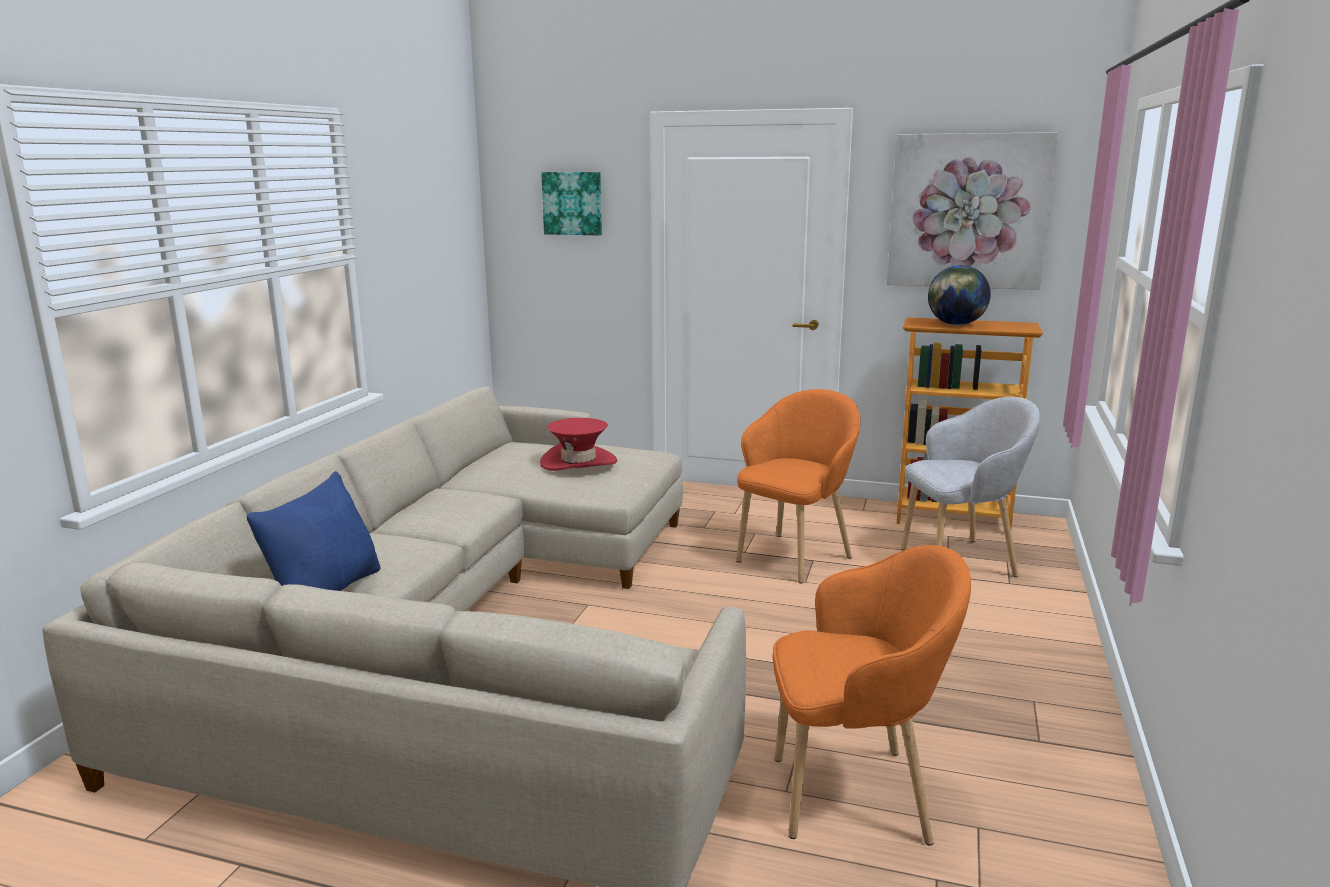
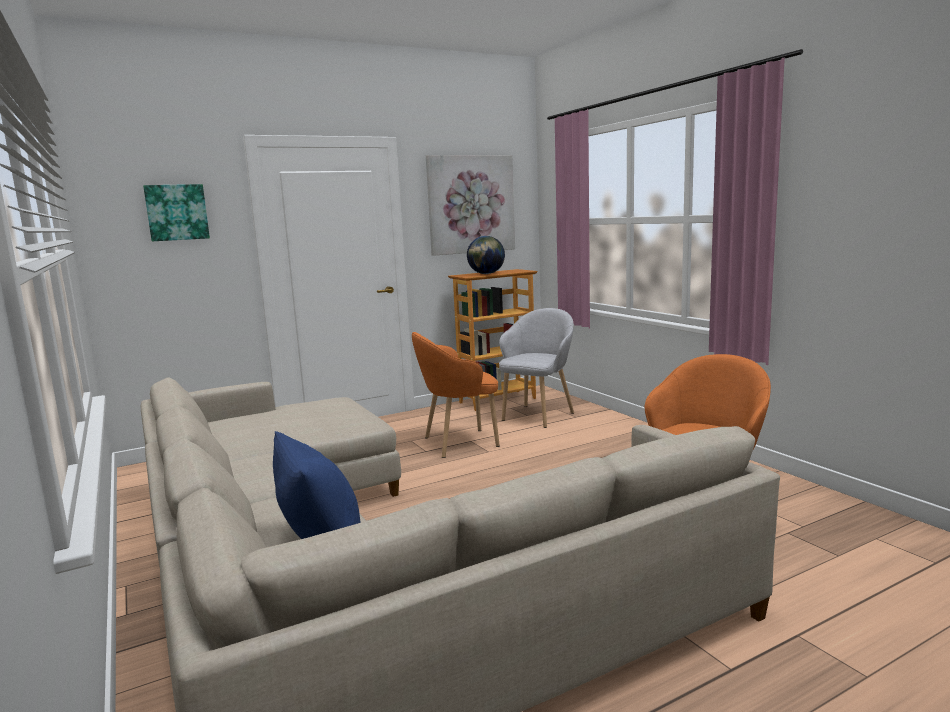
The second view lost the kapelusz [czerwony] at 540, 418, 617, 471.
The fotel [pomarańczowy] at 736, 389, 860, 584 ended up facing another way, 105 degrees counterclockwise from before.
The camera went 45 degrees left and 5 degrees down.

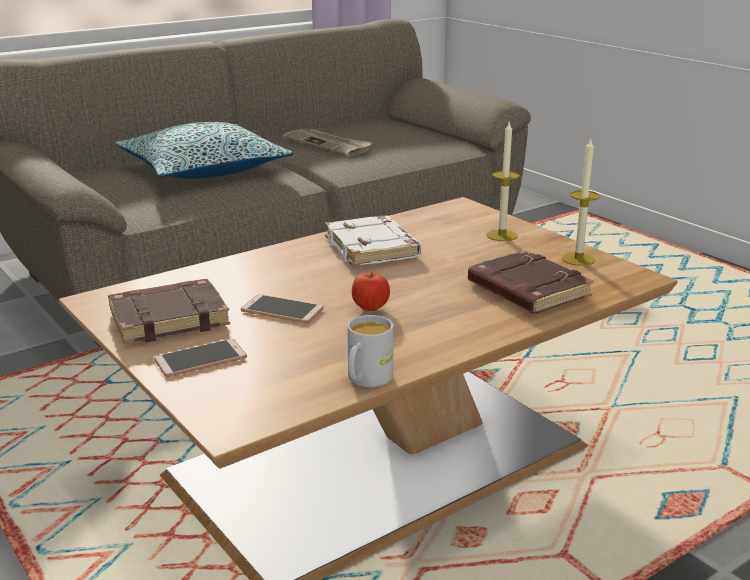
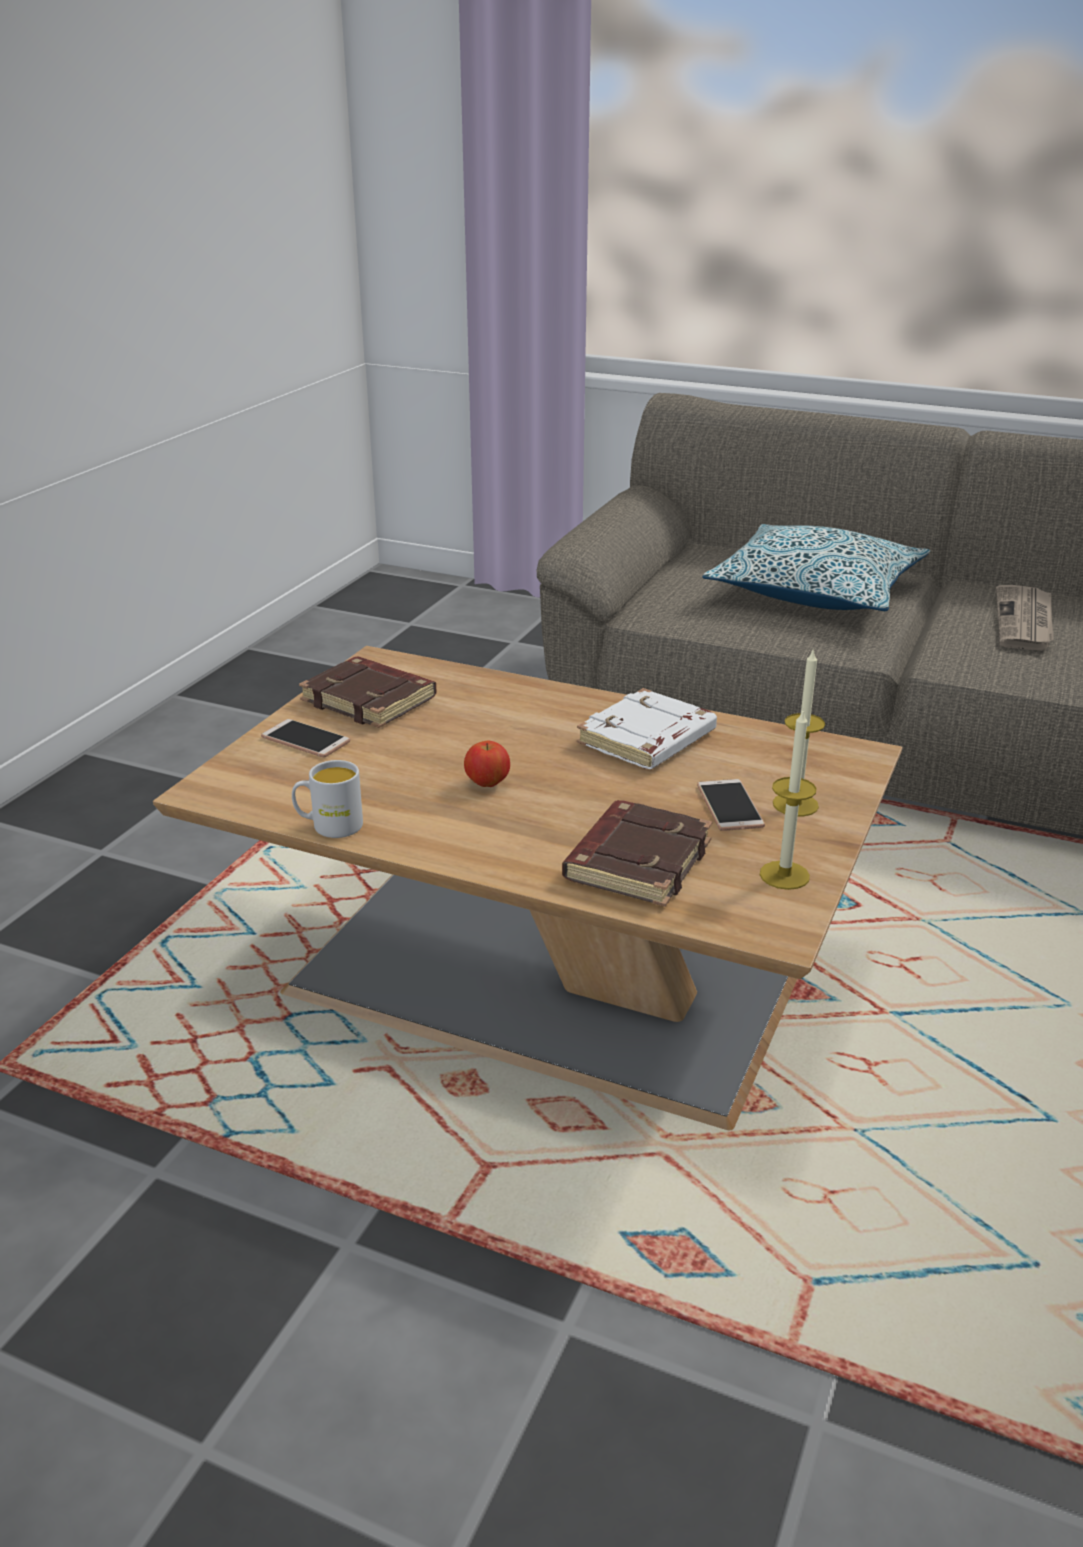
The telefon ended up elsewhere, having gone from 241, 294, 324, 323 to 697, 779, 765, 831.
The camera went 60 degrees right and 5 degrees up.

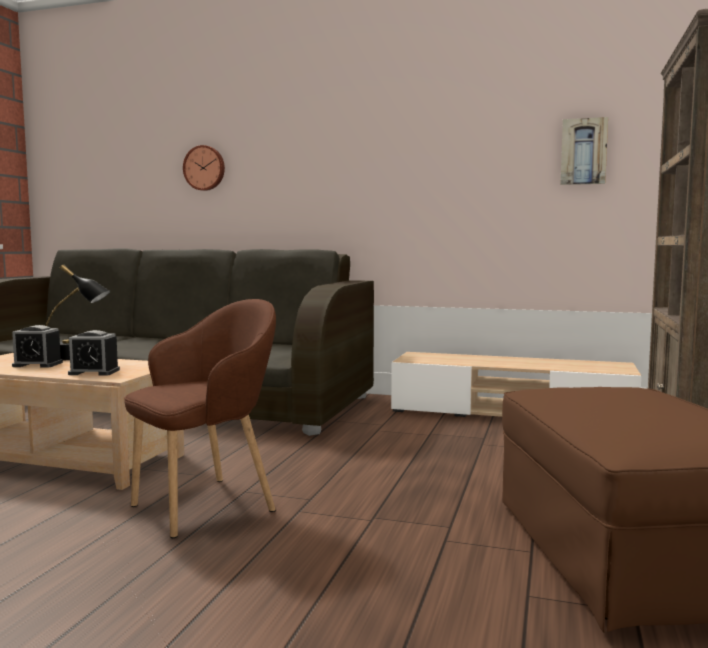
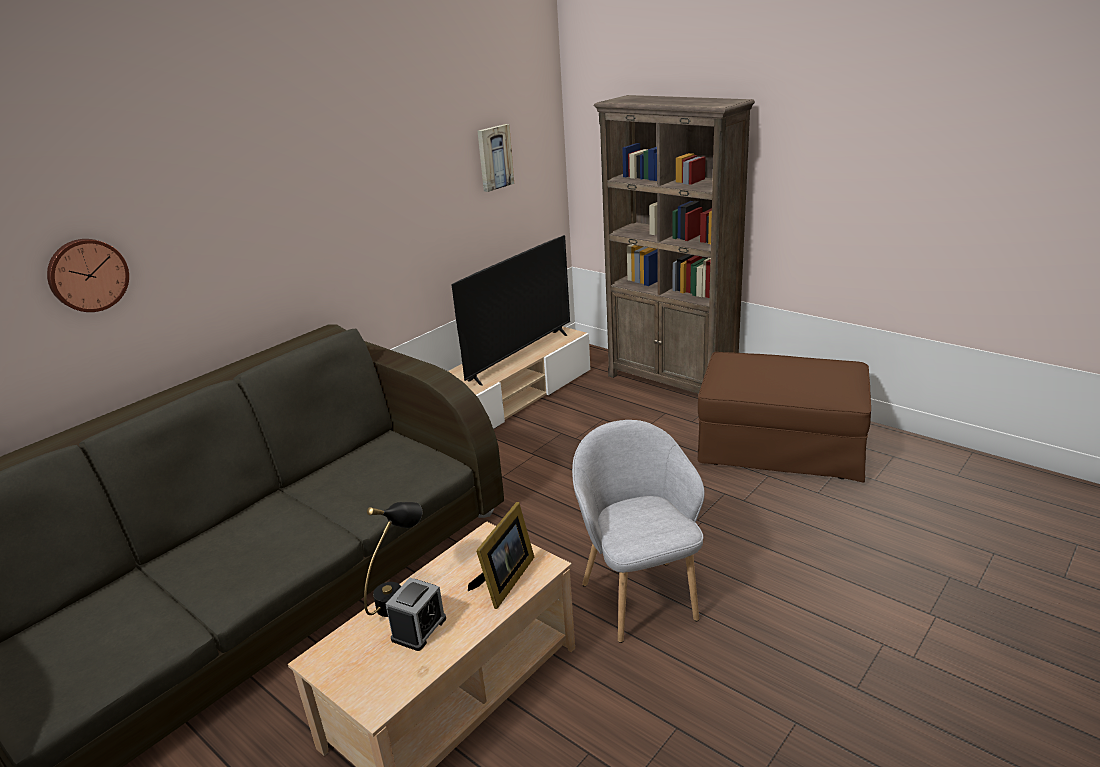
The second view gained the telewizor at 451, 235, 570, 385.
Where the budzik stood at 68, 330, 120, 376, the ramka na zdjęcie came to stand at 468, 502, 534, 609.
What was the fotel [brązowy] at 124, 299, 276, 538 turned into the fotel [szary] at 572, 420, 705, 643.
The camera went 65 degrees left and 20 degrees up.

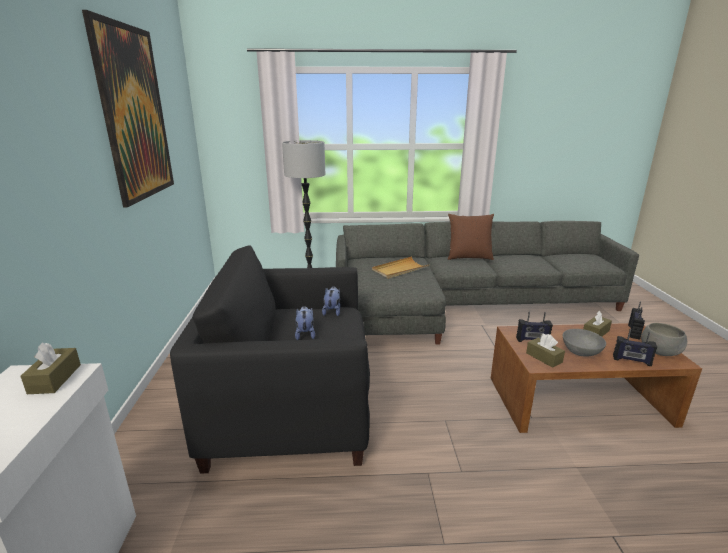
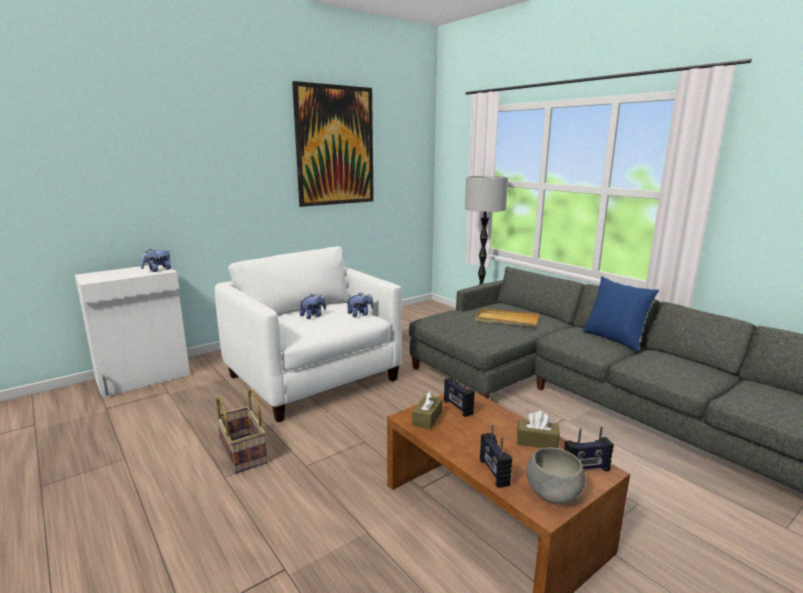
The second view lost the miska [szary] at 563, 329, 606, 357.
The second view gained the koszyk at 216, 388, 267, 473.
Where the pudełko chusteczek [brązowy] stood at 21, 342, 81, 394, the pluszak came to stand at 141, 249, 171, 272.
What was the fotel [czarny] at 170, 245, 370, 474 turned into the fotel [biały] at 215, 246, 402, 422.
What was the poduszka [brązowy] at 448, 214, 494, 260 turned into the poduszka [niebieski] at 583, 276, 659, 351.
The camera went 55 degrees right and 5 degrees down.

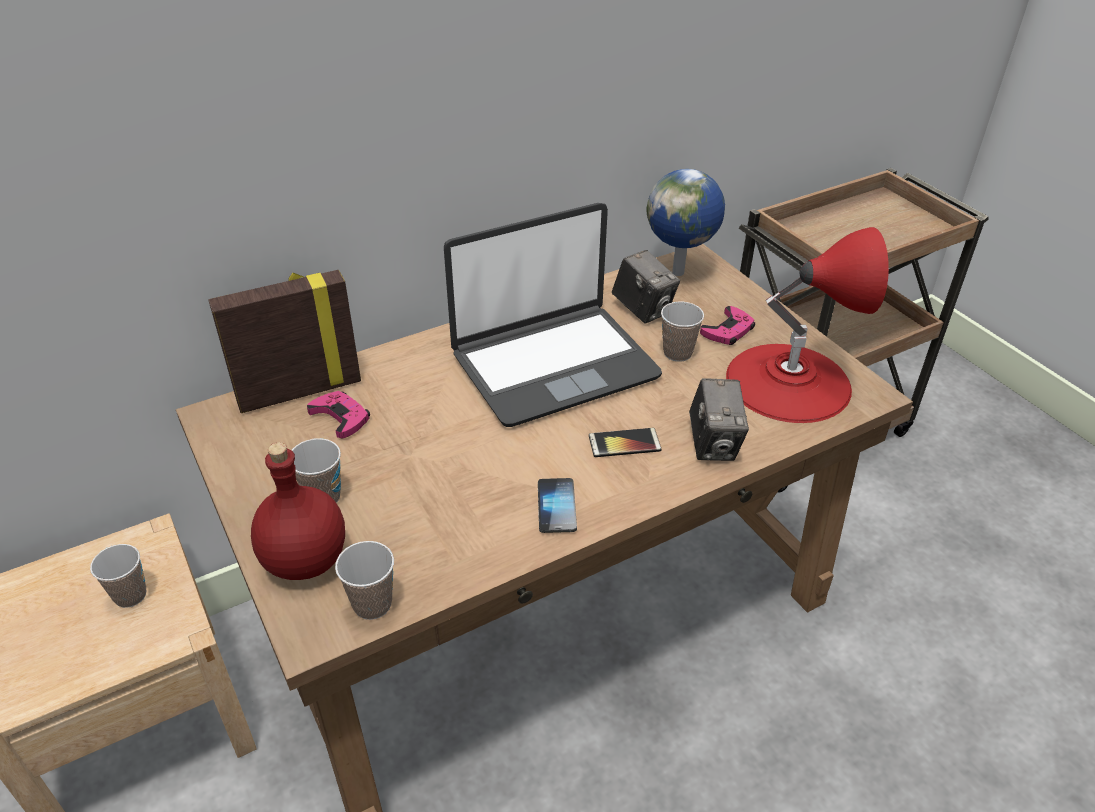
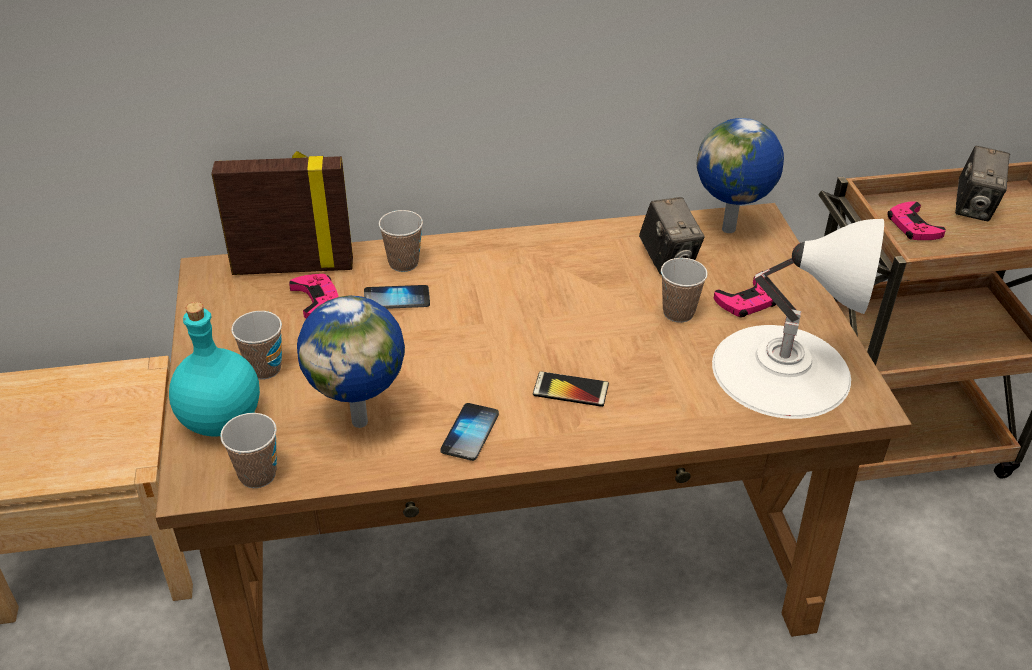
The second view lost the laptop at 444, 203, 662, 427.
The second view gained the globus at 297, 295, 405, 428.
The second view gained the telefon at 364, 285, 430, 309.
The second view gained the pad do gier [różowy] at 887, 201, 946, 240.
The filiżanka ended up elsewhere, having gone from 90, 544, 146, 608 to 379, 210, 423, 272.
The aparat fotograficzny ended up elsewhere, having gone from 689, 378, 749, 461 to 955, 146, 1010, 221.
What was the butelka [czerwony] at 251, 442, 345, 580 turned into the butelka [turkusowy] at 169, 302, 260, 437.
What was the lampa stołowa [czerwony] at 726, 227, 889, 423 turned into the lampa stołowa [biały] at 712, 219, 884, 419.
The camera went 20 degrees right and 0 degrees up.

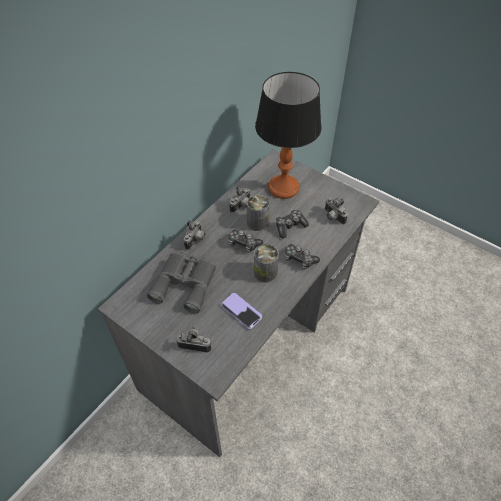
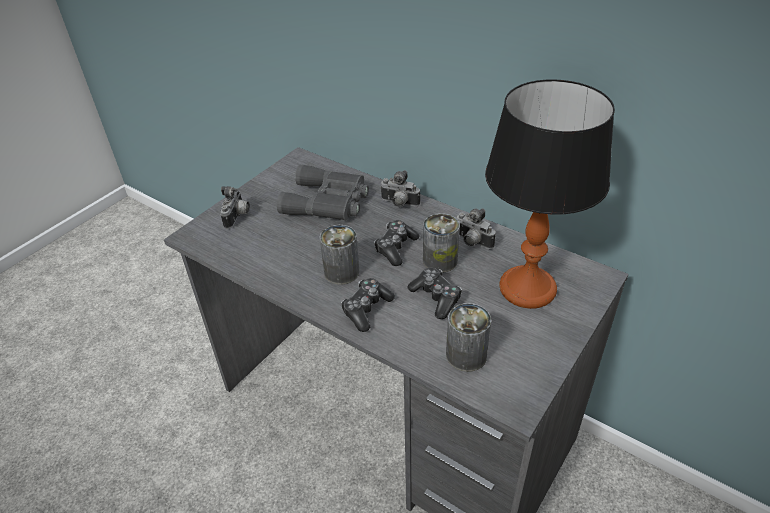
The second view lost the telefon at 221, 293, 262, 330.
Where the aparat fotograficzny stood at 325, 198, 348, 224, the puszka came to stand at 446, 303, 491, 372.
The camera went 90 degrees right and 10 degrees down.

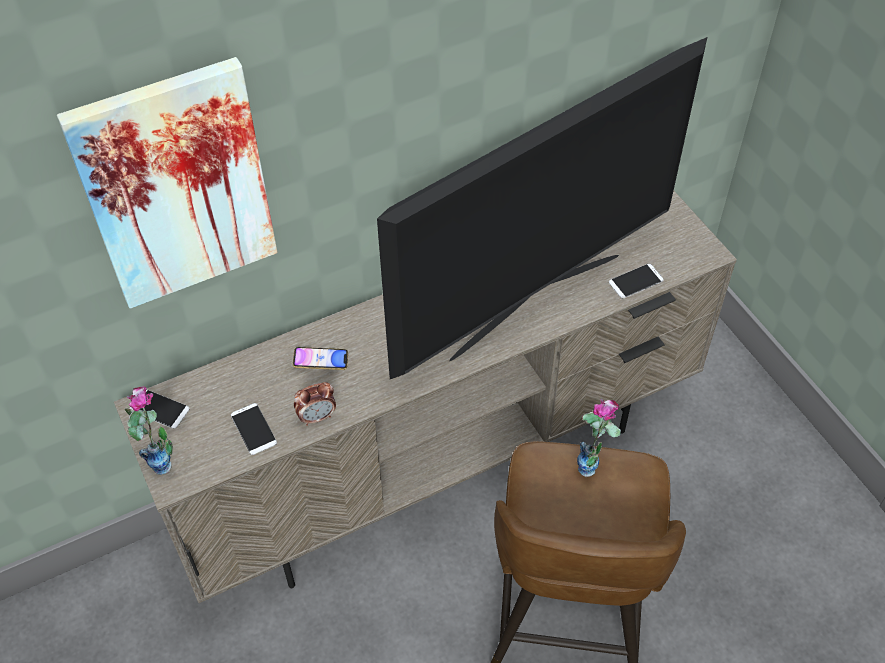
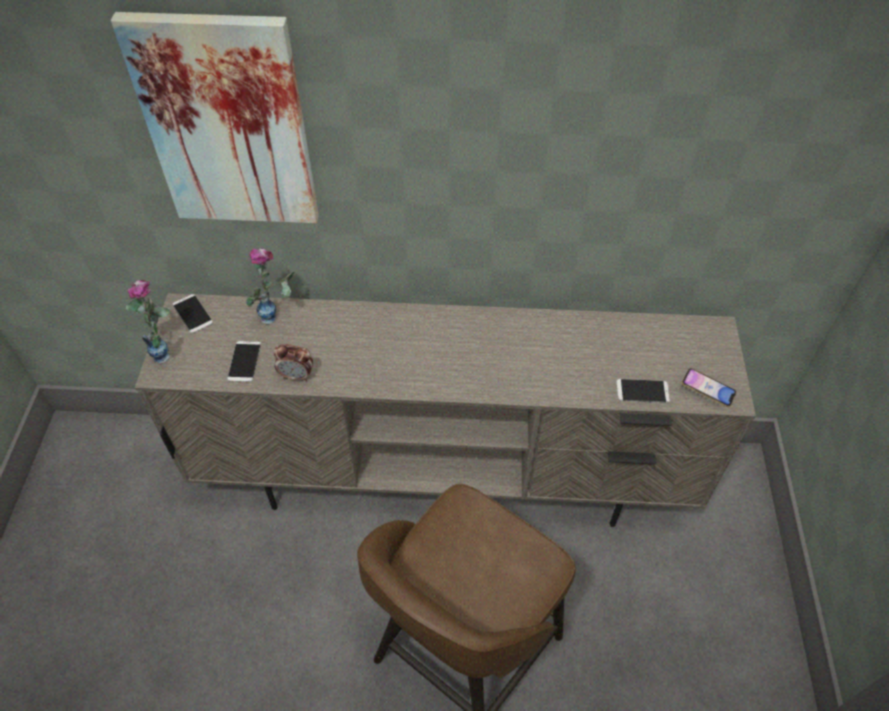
The second view lost the telewizor at 377, 37, 707, 379.
The telefon ended up elsewhere, having gone from 293, 347, 348, 370 to 682, 368, 736, 407.
The wazon ended up elsewhere, having gone from 577, 399, 621, 477 to 246, 247, 295, 324.
The camera went 30 degrees right and 0 degrees up.

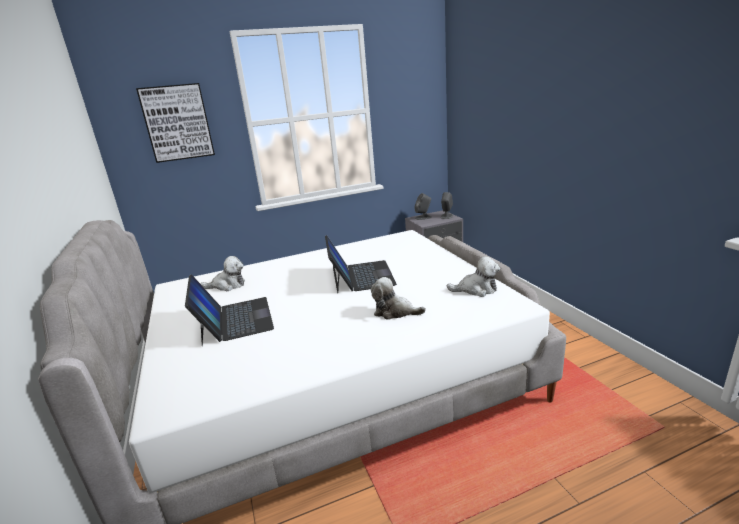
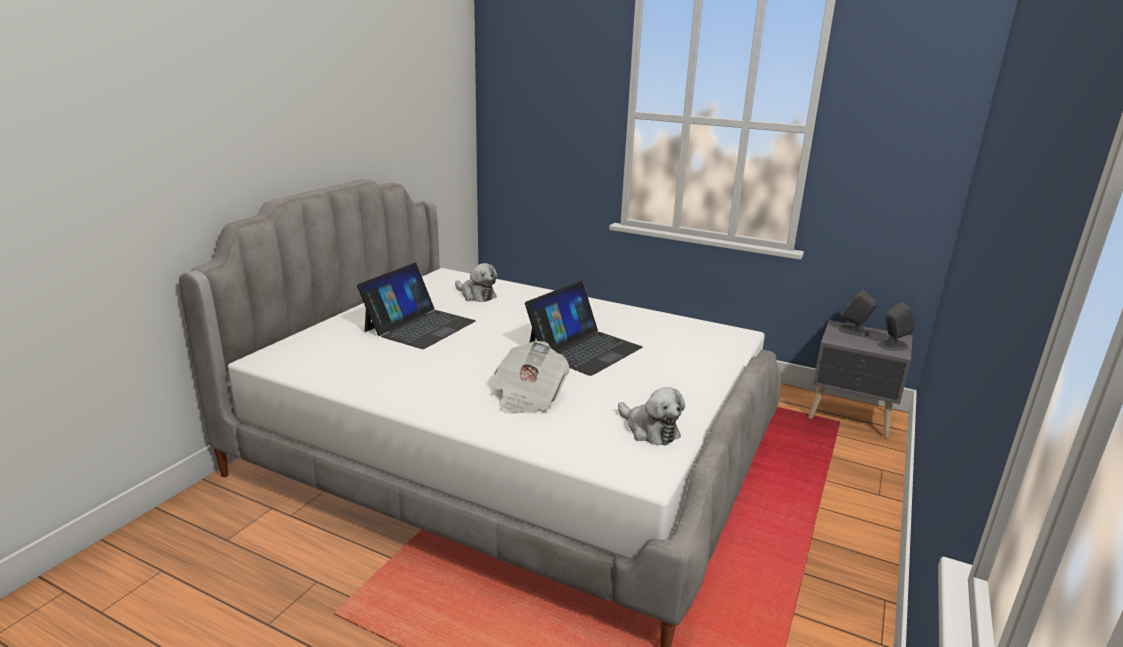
The second view lost the obraz at 136, 83, 215, 163.
Where the pluszak stood at 371, 277, 426, 320, the gazeta came to stand at 495, 341, 570, 414.
The camera went 45 degrees right and 0 degrees up.

